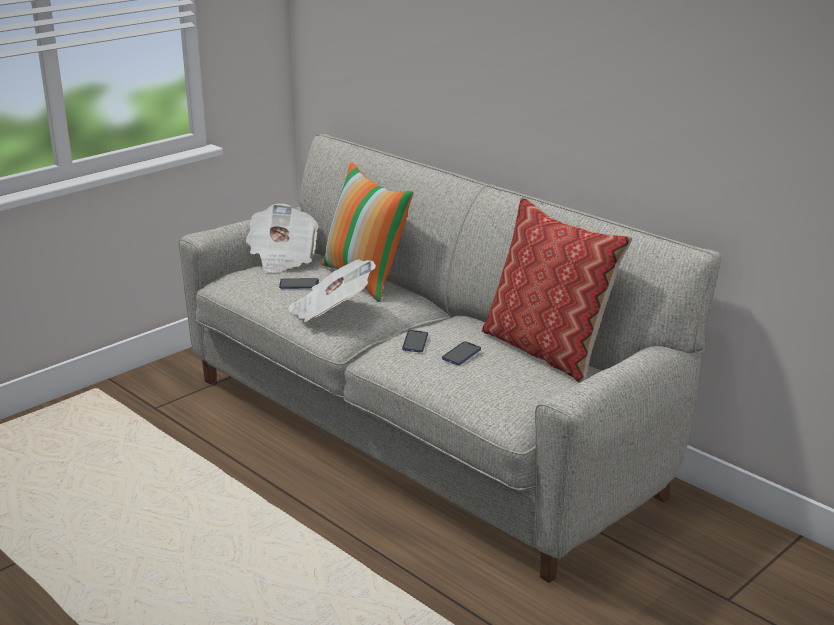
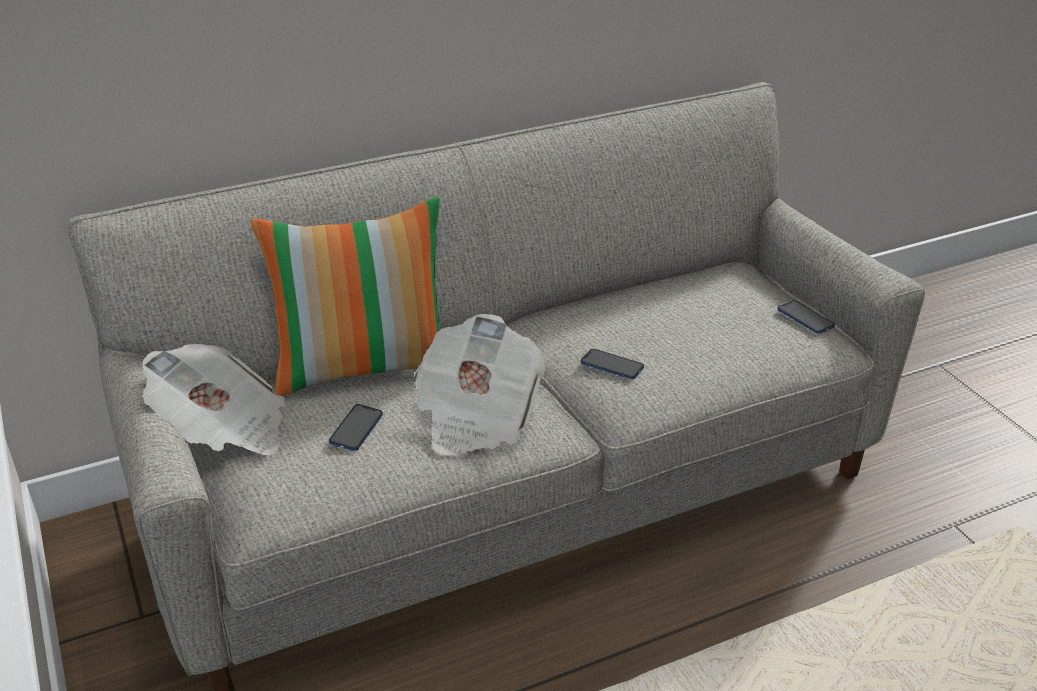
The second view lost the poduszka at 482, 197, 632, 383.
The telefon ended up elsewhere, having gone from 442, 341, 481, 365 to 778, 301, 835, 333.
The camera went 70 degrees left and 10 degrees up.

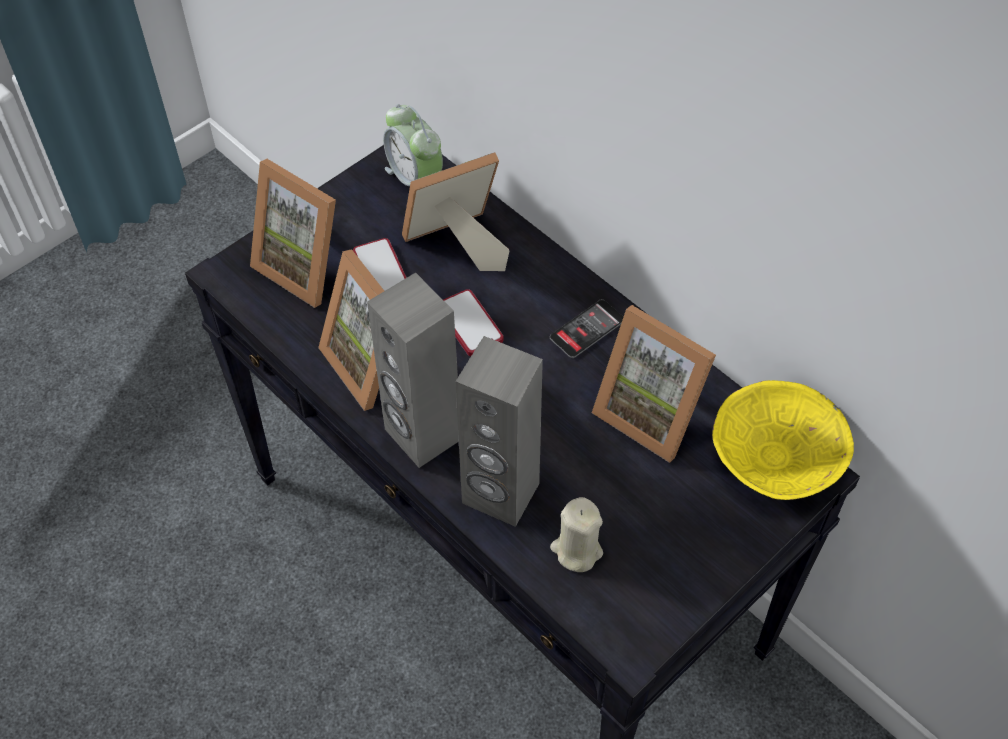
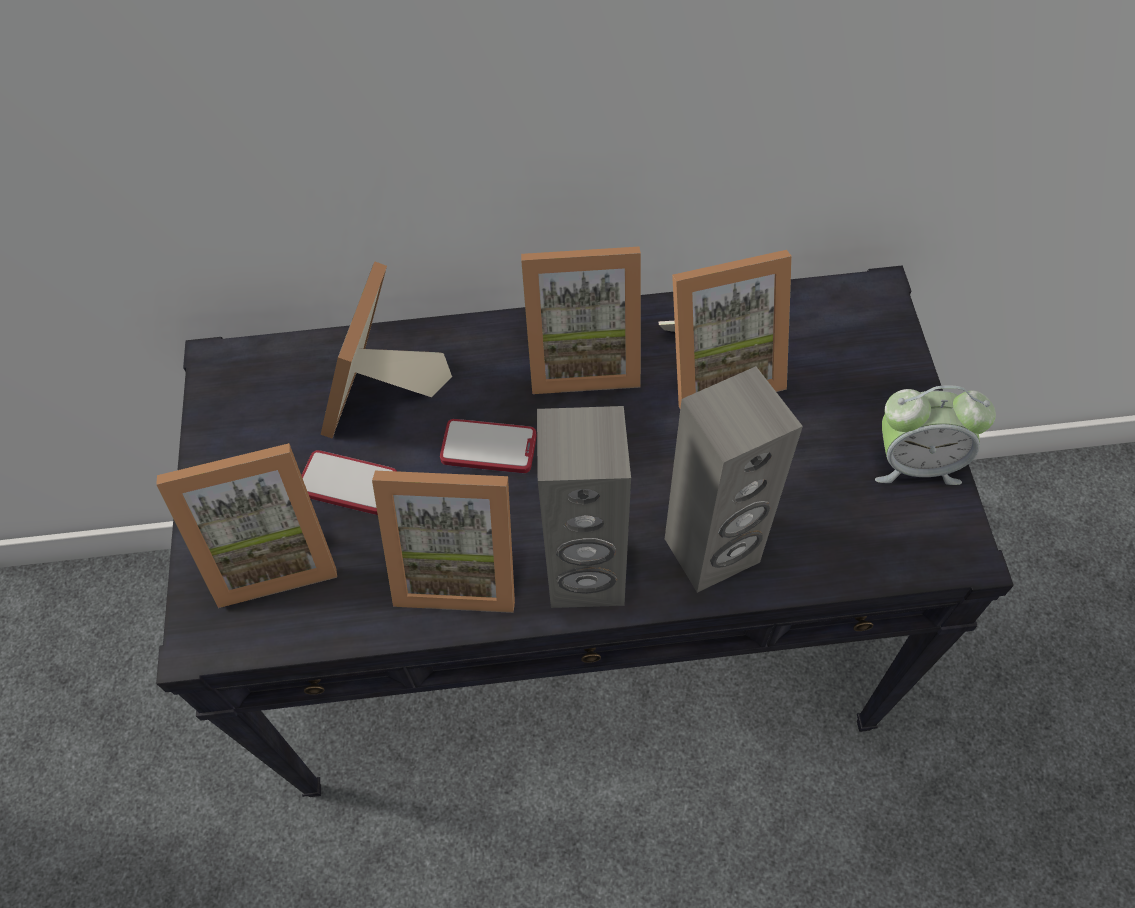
The second view lost the świeca [beżowy] at 550, 497, 603, 572.
The second view lost the miska [żółty] at 712, 380, 854, 500.
The budzik ended up elsewhere, having gone from 383, 104, 443, 186 to 875, 385, 996, 485.
Where the telefon stood at 550, 299, 623, 358, the ramka na zdjęcie came to stand at 521, 247, 641, 394.
The camera went 50 degrees left and 5 degrees up.

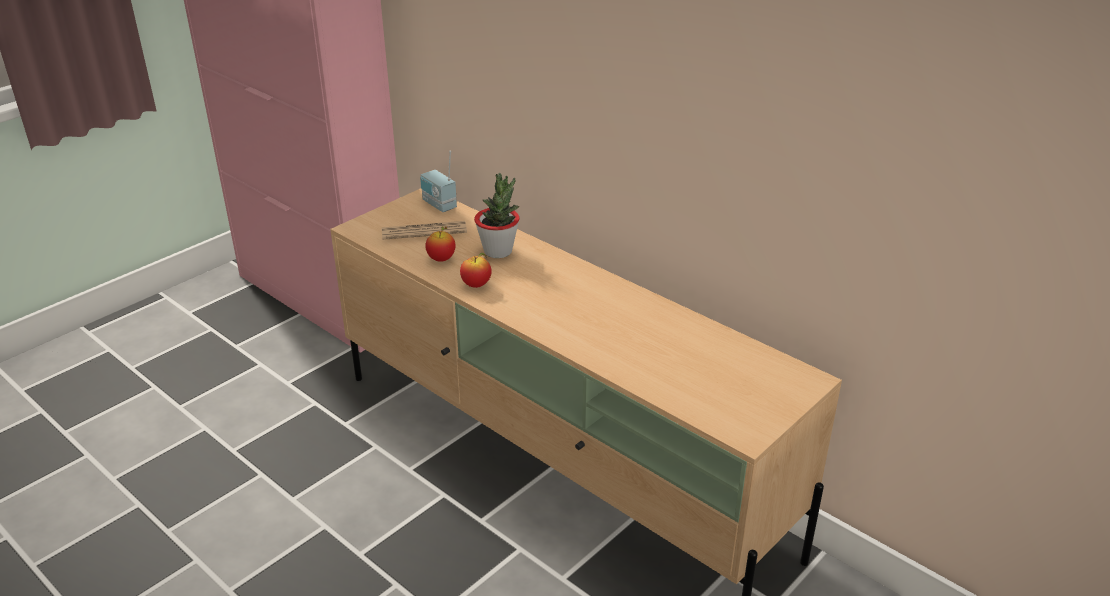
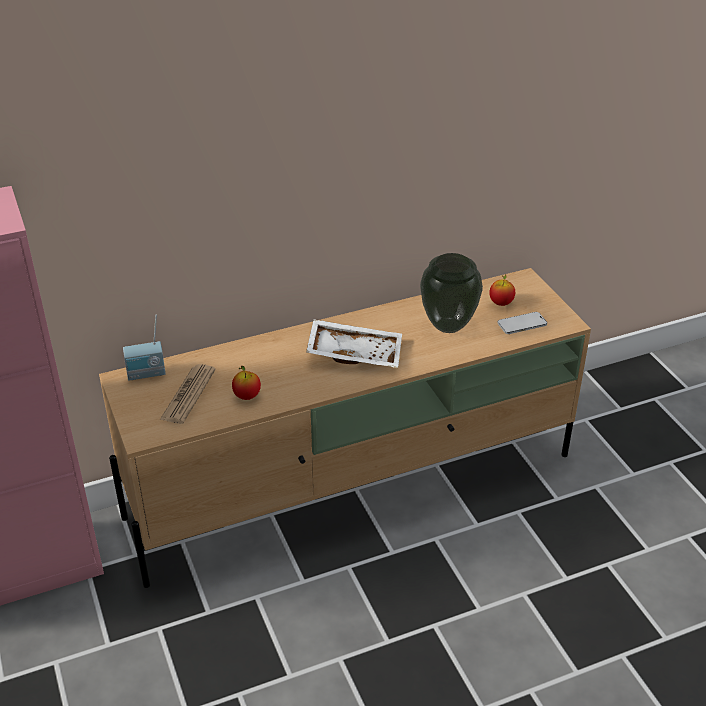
The second view lost the roślina doniczkowa at 474, 173, 520, 258.
The second view gained the taca [biały] at 306, 319, 402, 368.
The second view gained the wazon at 420, 253, 483, 333.
The second view gained the telefon at 498, 312, 547, 334.
The jabłko ended up elsewhere, having gone from 460, 253, 492, 288 to 489, 275, 515, 306.
The camera went 65 degrees left and 5 degrees up.

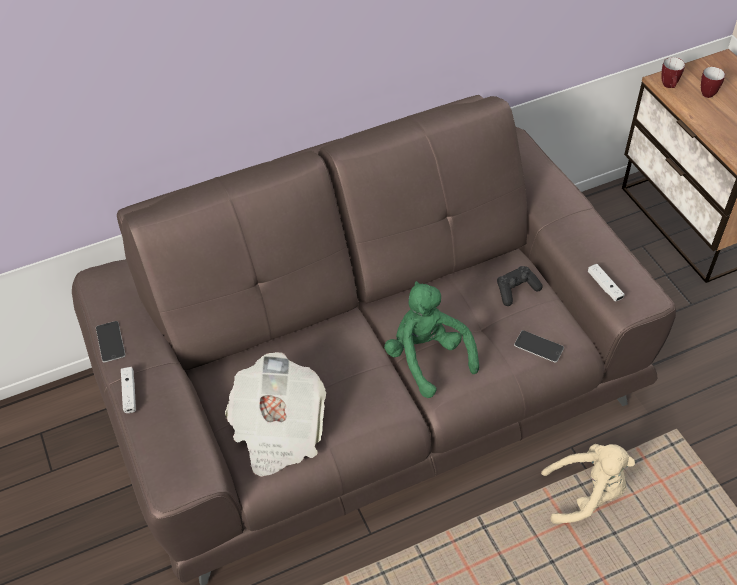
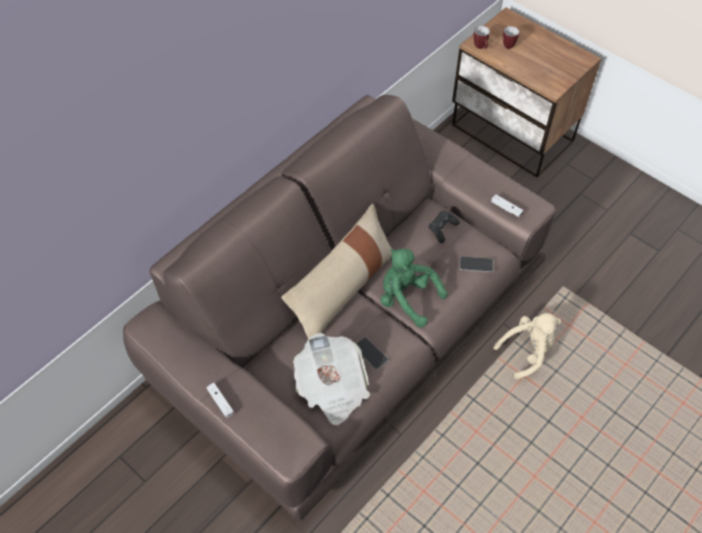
The second view gained the poduszka [beżowy] at 281, 204, 392, 339.
The telefon ended up elsewhere, having gone from 96, 321, 126, 363 to 356, 337, 389, 370.
The camera went 25 degrees left and 5 degrees up.

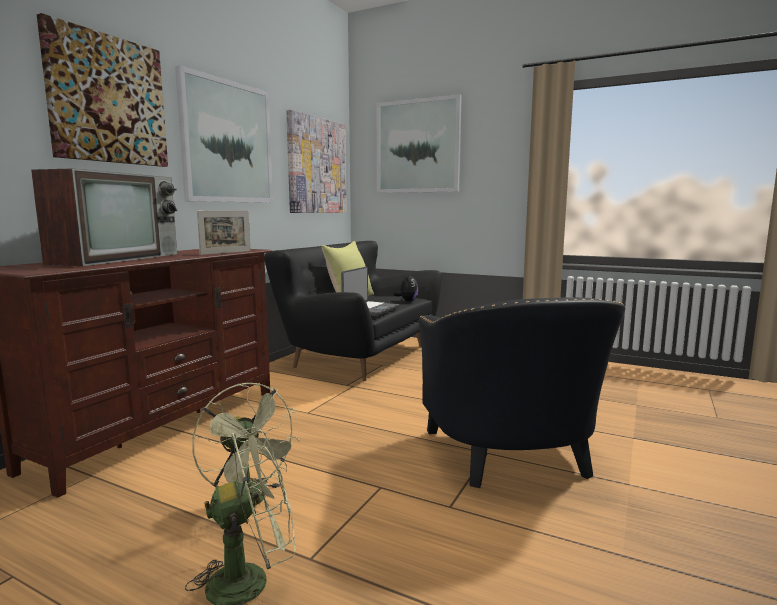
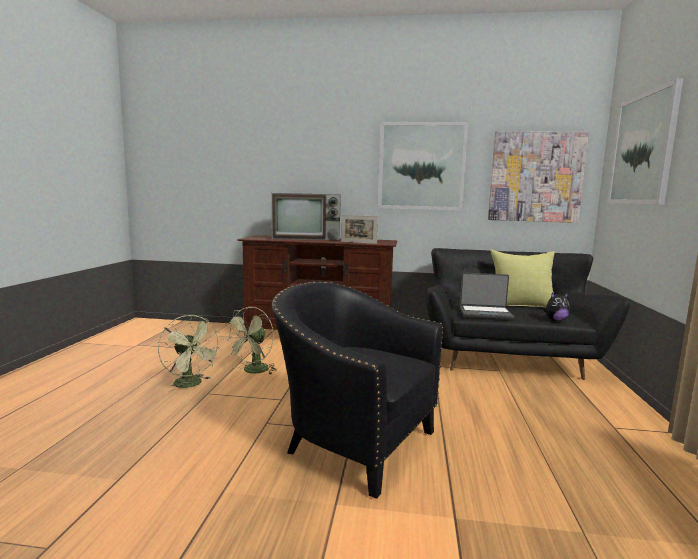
The second view lost the obraz at 37, 13, 168, 167.
The fotel [czarny] at 419, 297, 626, 488 ended up facing another way, 60 degrees clockwise from before.
The camera went 70 degrees right and 0 degrees up.

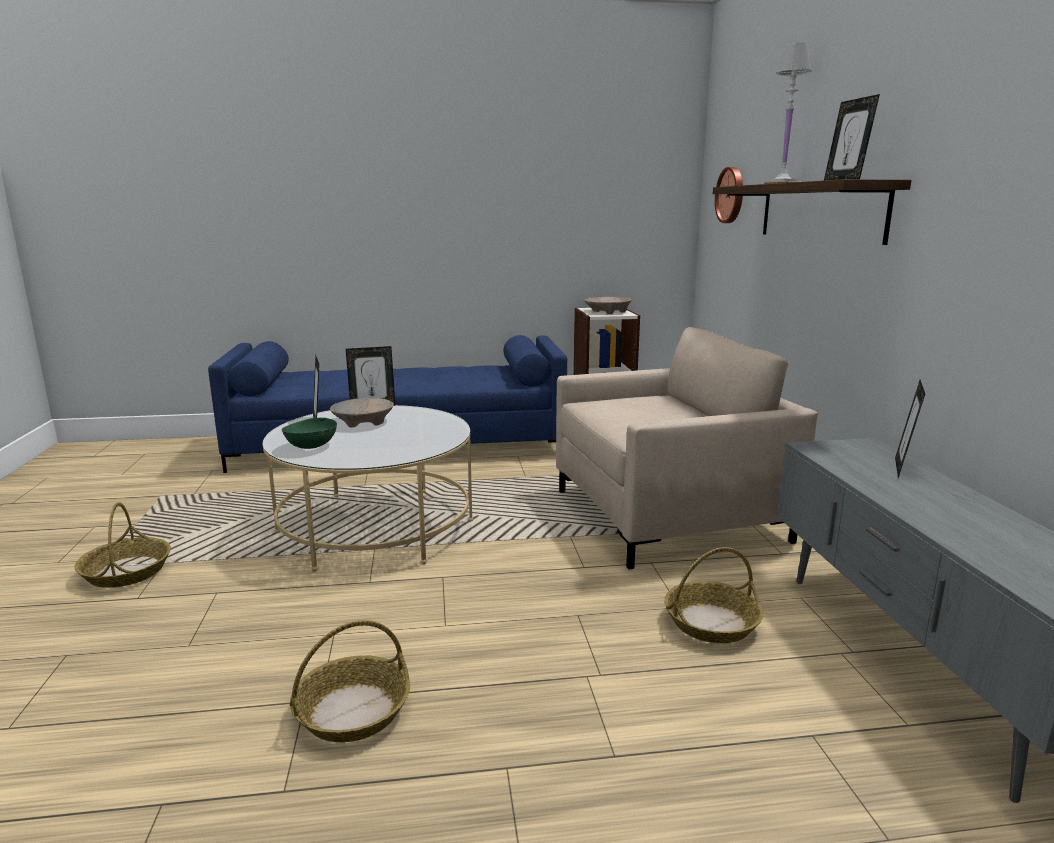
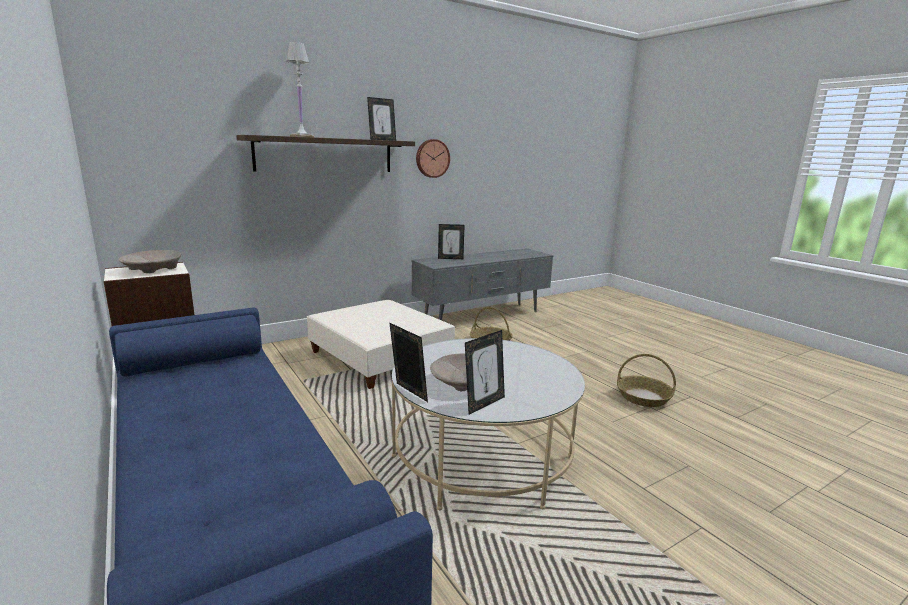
The second view lost the koszyk at 74, 502, 171, 588.
The second view lost the miska [zielony] at 282, 417, 337, 449.
The zegar ścienny ended up elsewhere, having gone from 715, 167, 743, 223 to 416, 139, 450, 178.
Where the fotel [beżowy] stood at 556, 327, 818, 569, the pufa [beżowy] came to stand at 307, 300, 455, 389.
The camera went 115 degrees left and 0 degrees up.

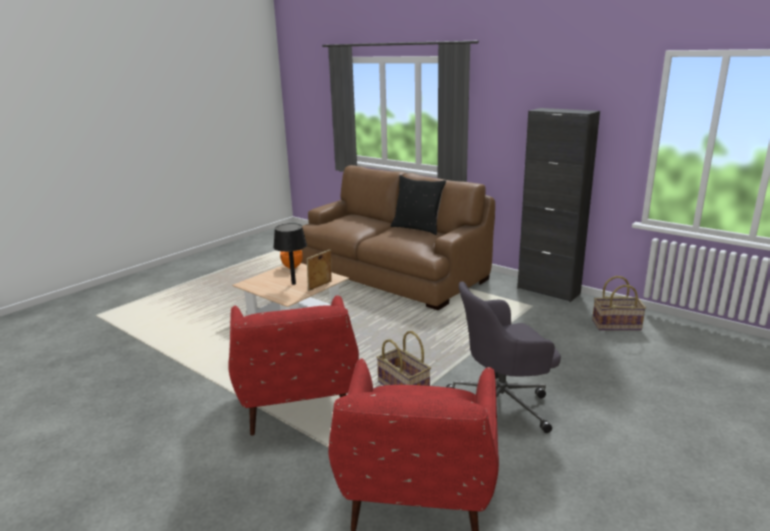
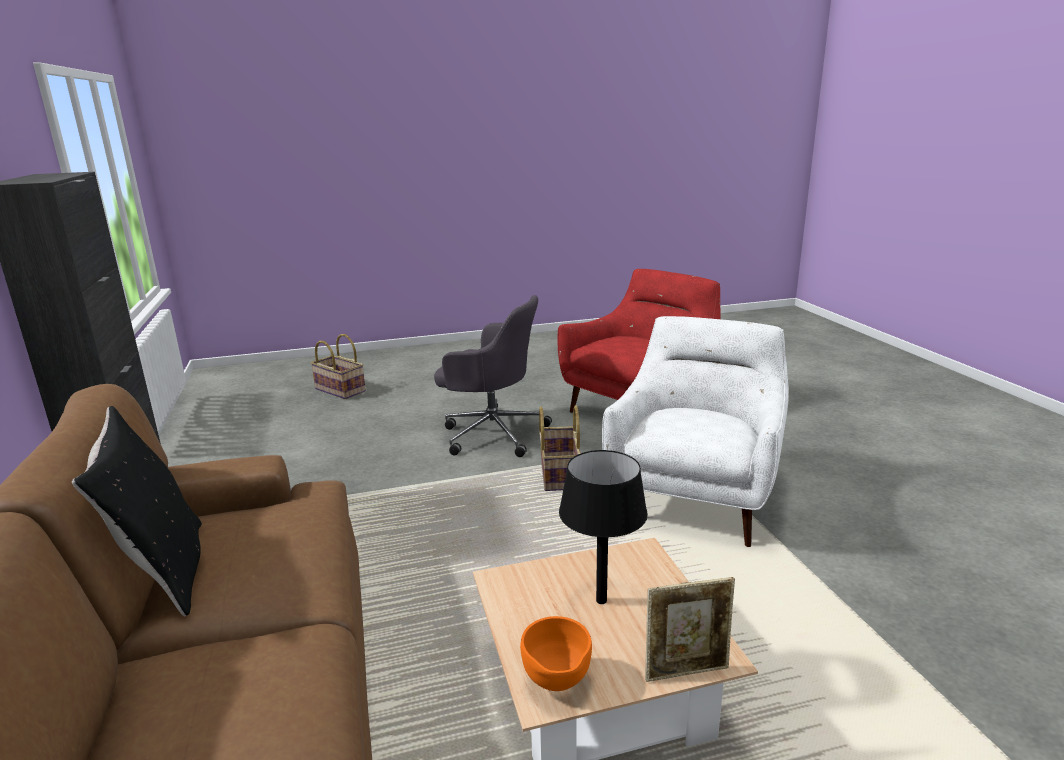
The ramka na zdjęcie ended up elsewhere, having gone from 307, 249, 332, 291 to 645, 577, 735, 682.
The koszyk ended up elsewhere, having gone from 592, 276, 646, 331 to 311, 334, 366, 399.
What was the fotel [czerwony] at 228, 295, 359, 436 turned into the fotel [biały] at 602, 316, 789, 547.
The camera went 145 degrees left and 0 degrees up.

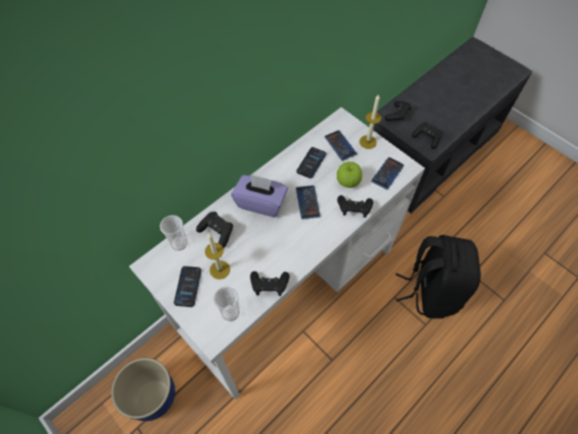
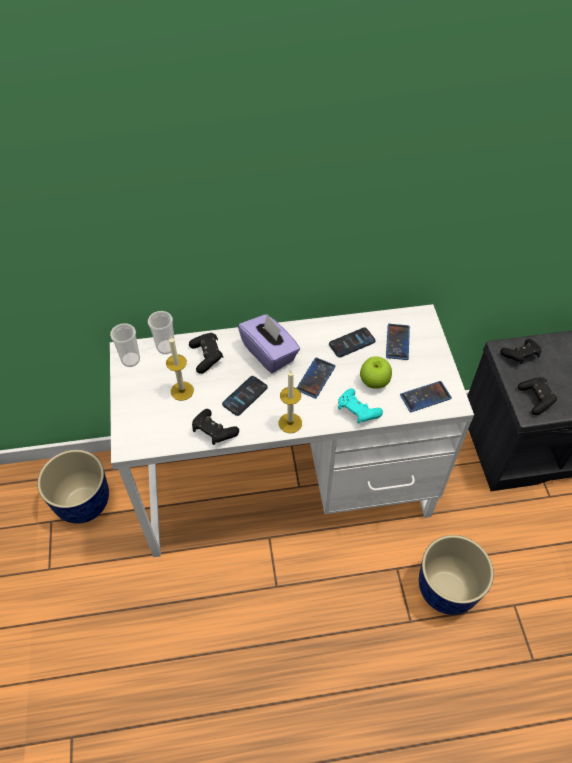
The telefon ended up elsewhere, having gone from 174, 266, 201, 307 to 222, 376, 268, 416.
The filiżanka ended up elsewhere, having gone from 213, 286, 239, 321 to 110, 323, 140, 367.
The świeca ended up elsewhere, having gone from 359, 94, 381, 149 to 279, 370, 302, 433.
Where the plecak [czarny] stood at 396, 235, 481, 319, the donica came to stand at 419, 535, 494, 615.
What was the pad do gier [czarny] at 337, 195, 373, 218 turned into the pad do gier [turkusowy] at 338, 388, 383, 424.
The camera went 35 degrees right and 5 degrees down.

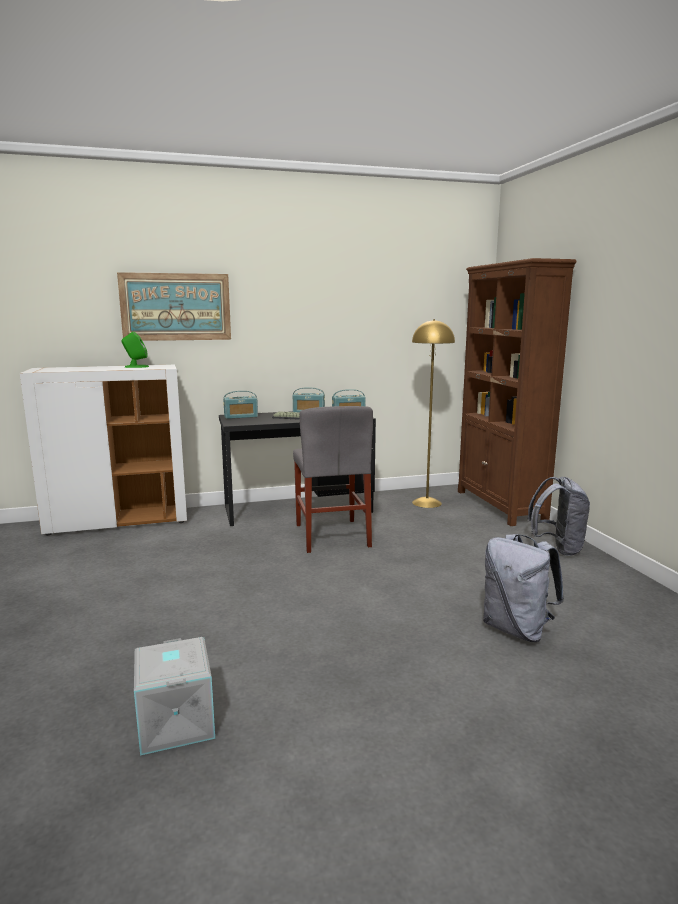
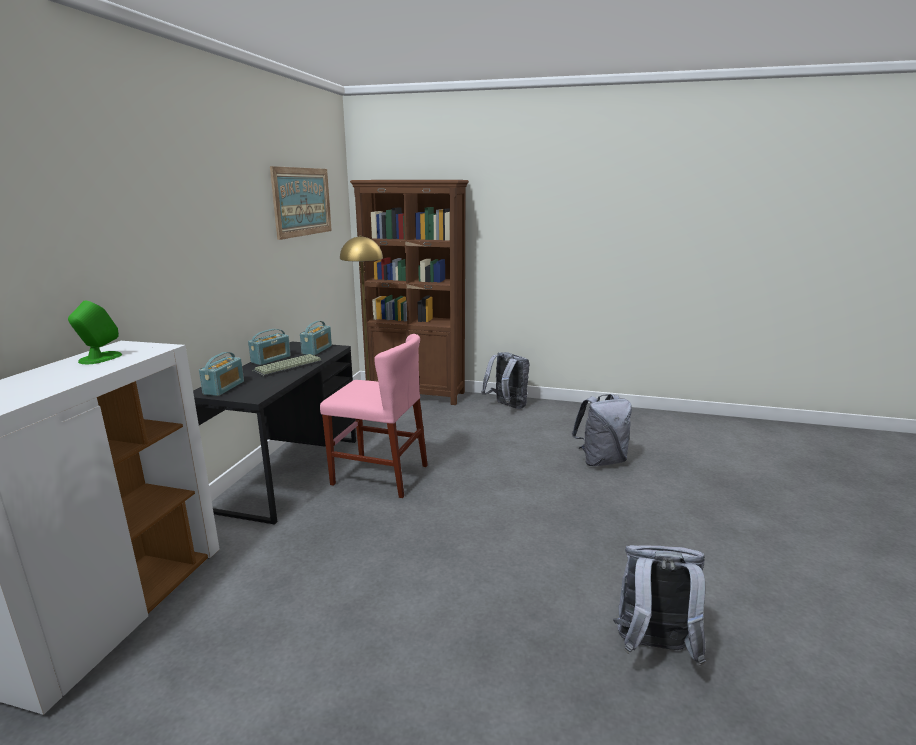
The obraz ended up elsewhere, having gone from 117, 272, 231, 341 to 270, 166, 332, 240.
Where the pojemnik do przechowywania [szary] stood at 134, 637, 215, 756, the plecak [szary] came to stand at 613, 545, 706, 666.
What was the krzesło [szary] at 293, 406, 373, 553 turned into the krzesło [różowy] at 320, 334, 428, 498.
The camera went 60 degrees left and 5 degrees up.

